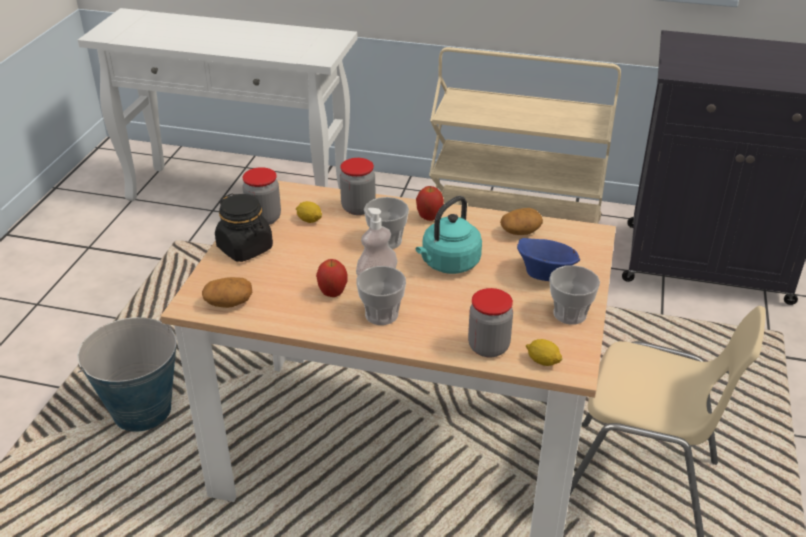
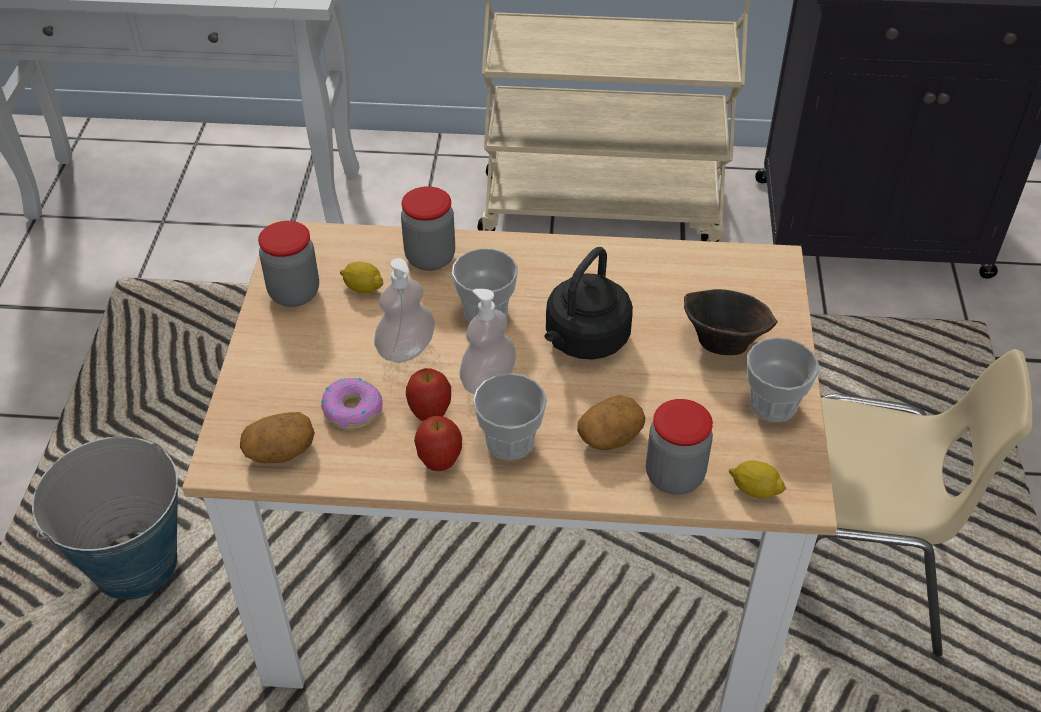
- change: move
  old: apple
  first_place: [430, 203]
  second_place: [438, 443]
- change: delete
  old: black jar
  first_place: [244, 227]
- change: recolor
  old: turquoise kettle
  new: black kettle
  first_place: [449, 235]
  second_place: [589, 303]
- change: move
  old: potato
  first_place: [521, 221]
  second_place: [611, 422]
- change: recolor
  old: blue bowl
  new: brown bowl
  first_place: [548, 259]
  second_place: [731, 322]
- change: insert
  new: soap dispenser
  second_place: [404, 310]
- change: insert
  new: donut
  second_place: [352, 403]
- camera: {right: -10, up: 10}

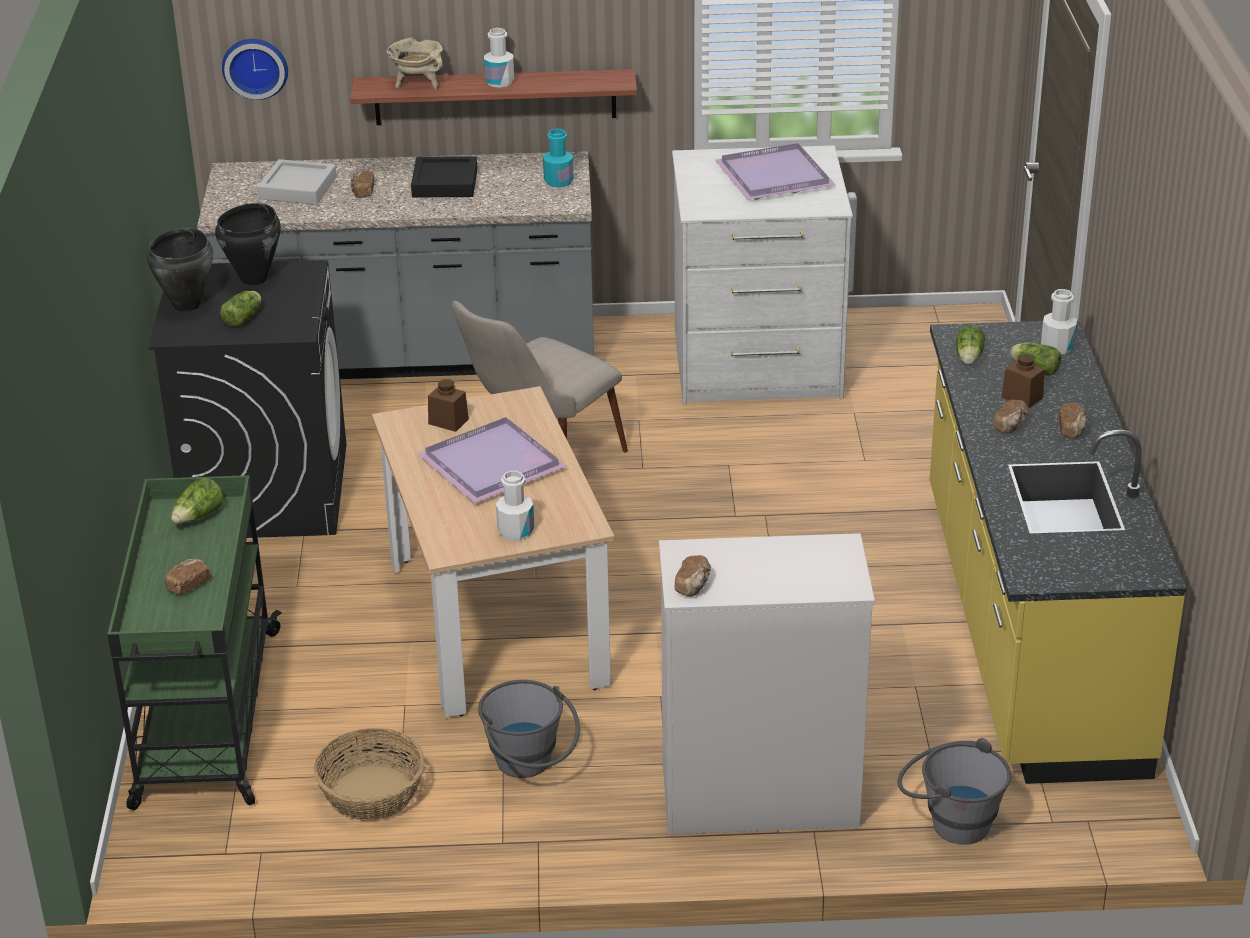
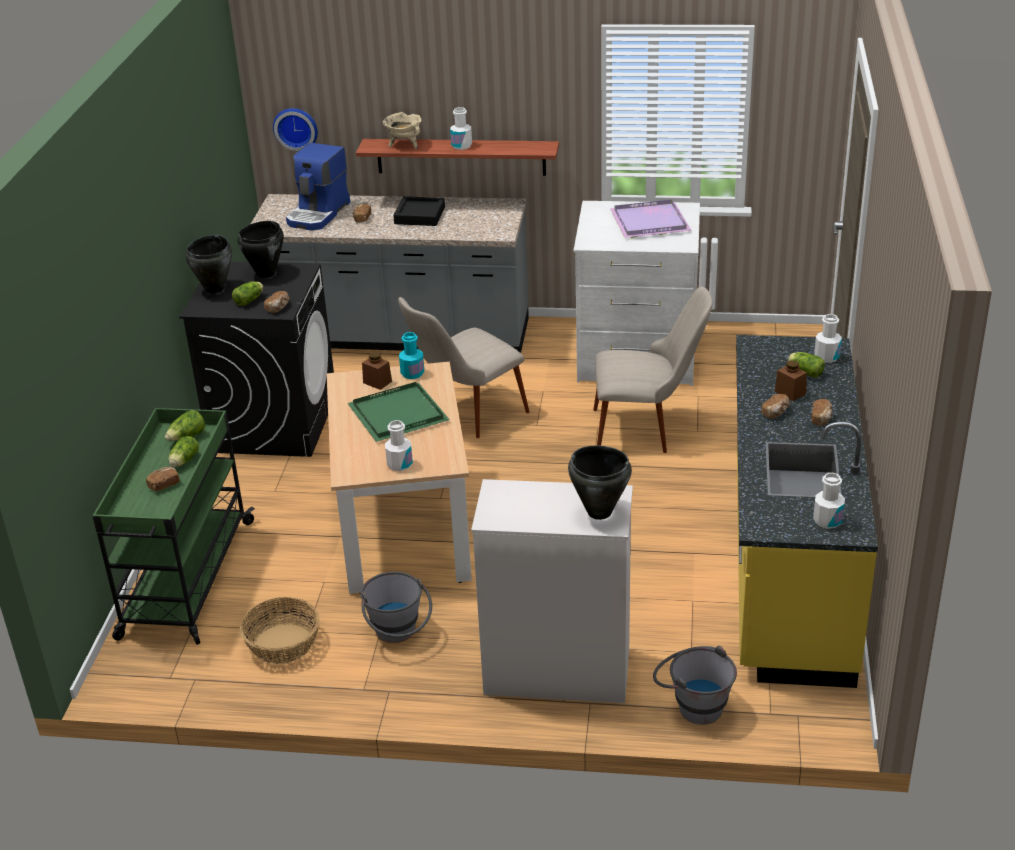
- change: move
  old: turquoise bottle
  first_place: [558, 158]
  second_place: [411, 355]
- change: replace
  old: grey tray
  new: coffee machine
  first_place: [297, 182]
  second_place: [318, 187]
- change: move
  old: lettuce
  first_place: [970, 345]
  second_place: [183, 451]
- change: recolor
  old: purple tray
  new: green tray
  first_place: [492, 460]
  second_place: [398, 412]
- change: move
  old: bread
  first_place: [692, 576]
  second_place: [276, 302]
- change: insert
  new: beige chair
  second_place: [652, 369]
- change: insert
  new: black cooking pot
  second_place: [600, 482]
- change: insert
  new: white bottle
  second_place: [829, 501]
- camera: {right: 10, up: 0}

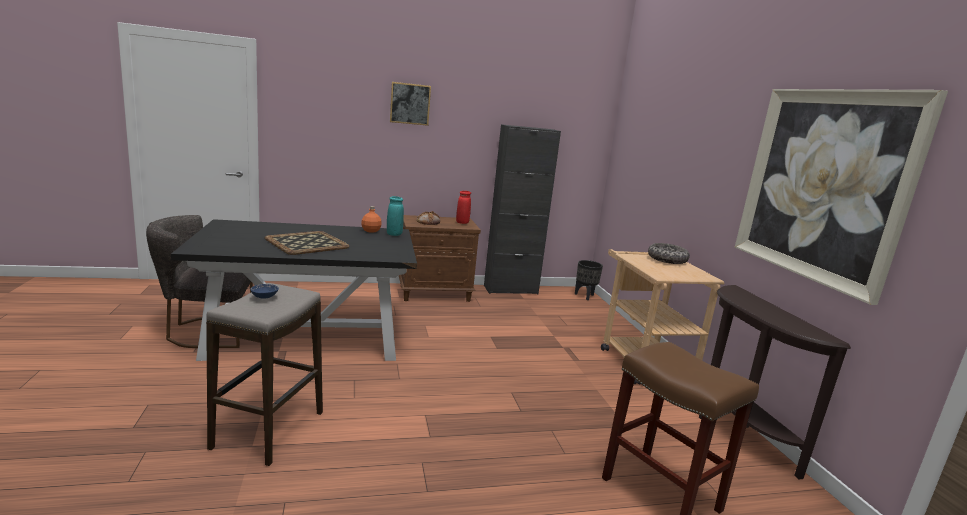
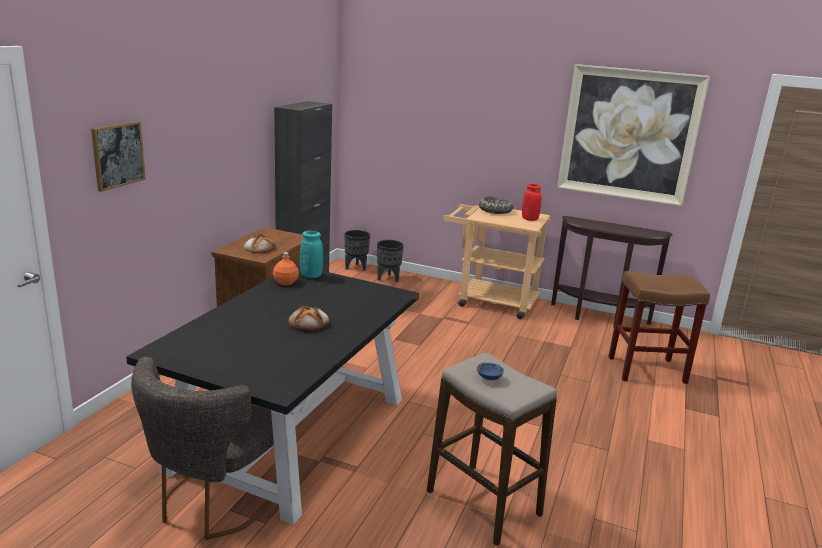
- change: move
  old: picture
  first_place: [410, 104]
  second_place: [118, 156]
- change: move
  old: red vase
  first_place: [463, 207]
  second_place: [532, 202]
- change: replace
  old: tray
  new: bread
  first_place: [306, 243]
  second_place: [308, 319]
- change: insert
  new: black planter
  second_place: [390, 261]
- camera: {right: -55, up: 5}

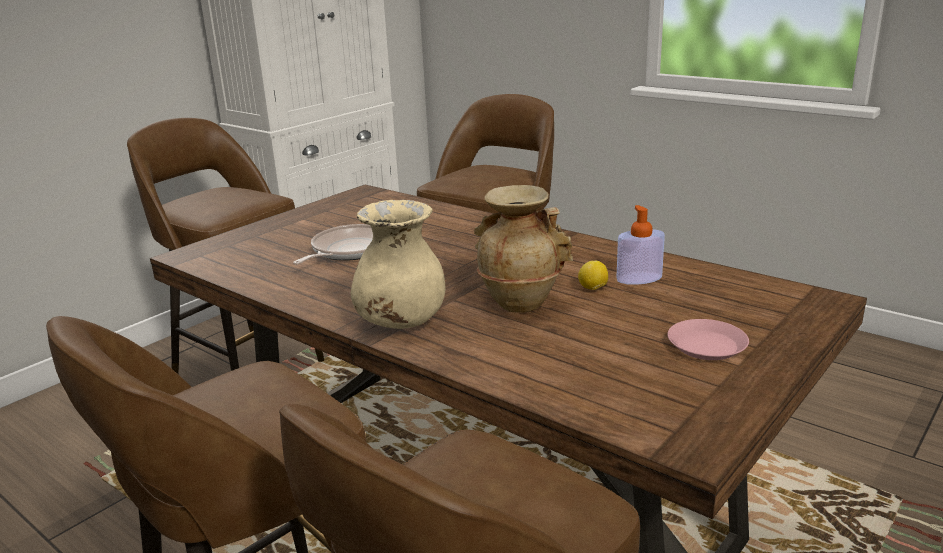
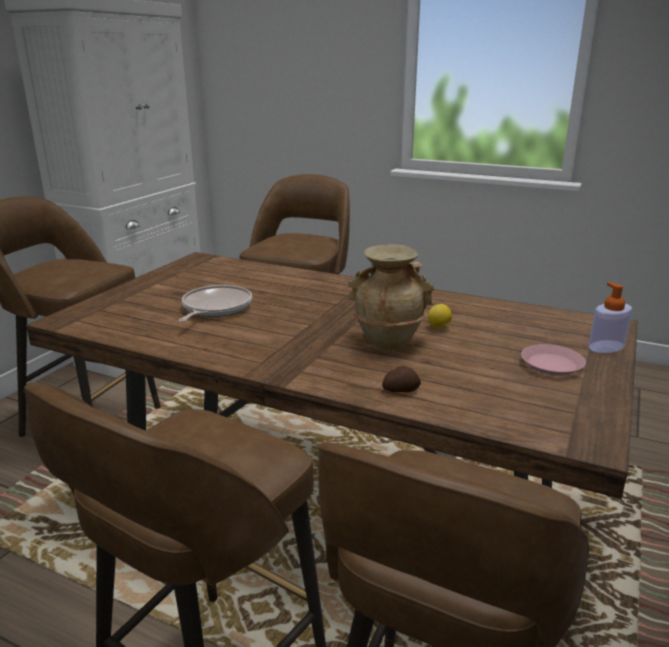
- change: delete
  old: beige vase
  first_place: [398, 264]
- change: move
  old: soap dispenser
  first_place: [640, 245]
  second_place: [610, 317]
- change: insert
  new: potato
  second_place: [401, 379]
- camera: {right: -15, up: 0}

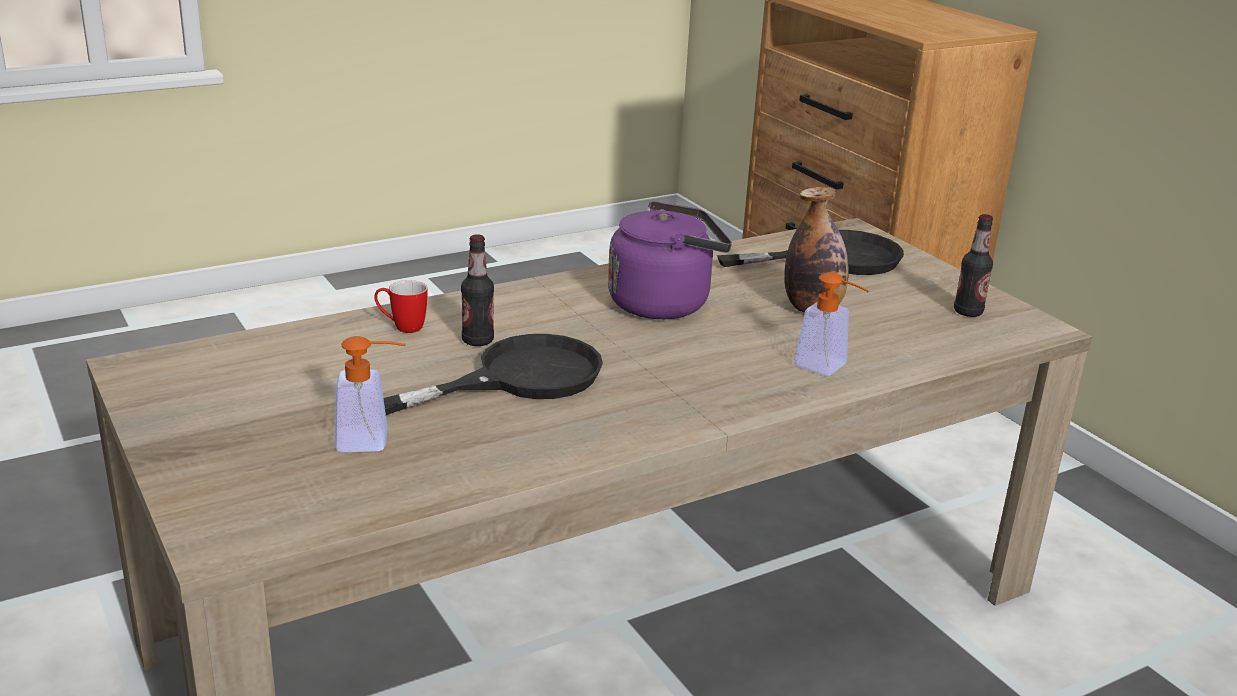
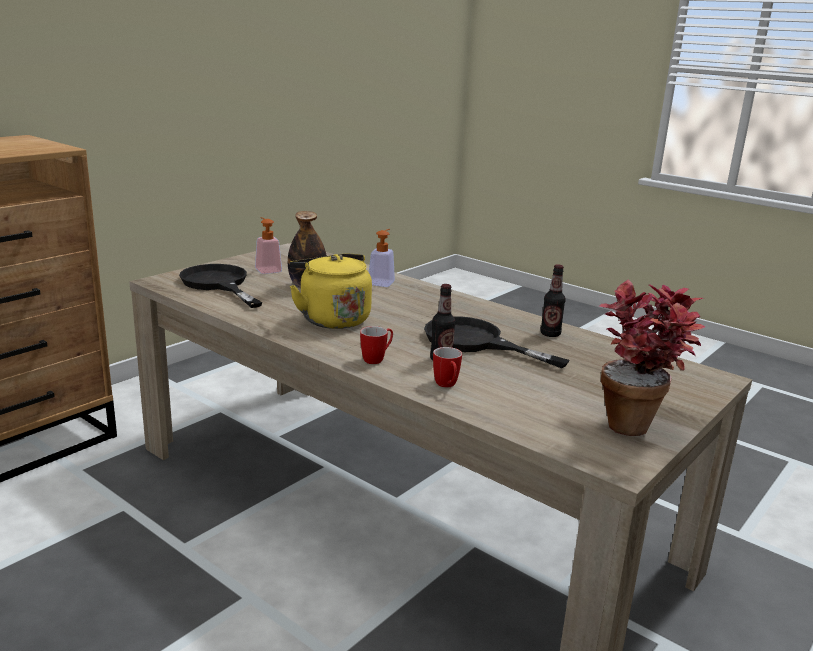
- change: recolor
  old: purple kettle
  new: yellow kettle
  first_place: [670, 260]
  second_place: [331, 291]
- change: move
  old: bottle
  first_place: [973, 265]
  second_place: [553, 300]
- change: move
  old: soap dispenser
  first_place: [370, 394]
  second_place: [268, 245]
- change: insert
  new: potted plant
  second_place: [652, 358]
- change: insert
  new: mug
  second_place: [376, 345]
- camera: {right: -110, up: -5}

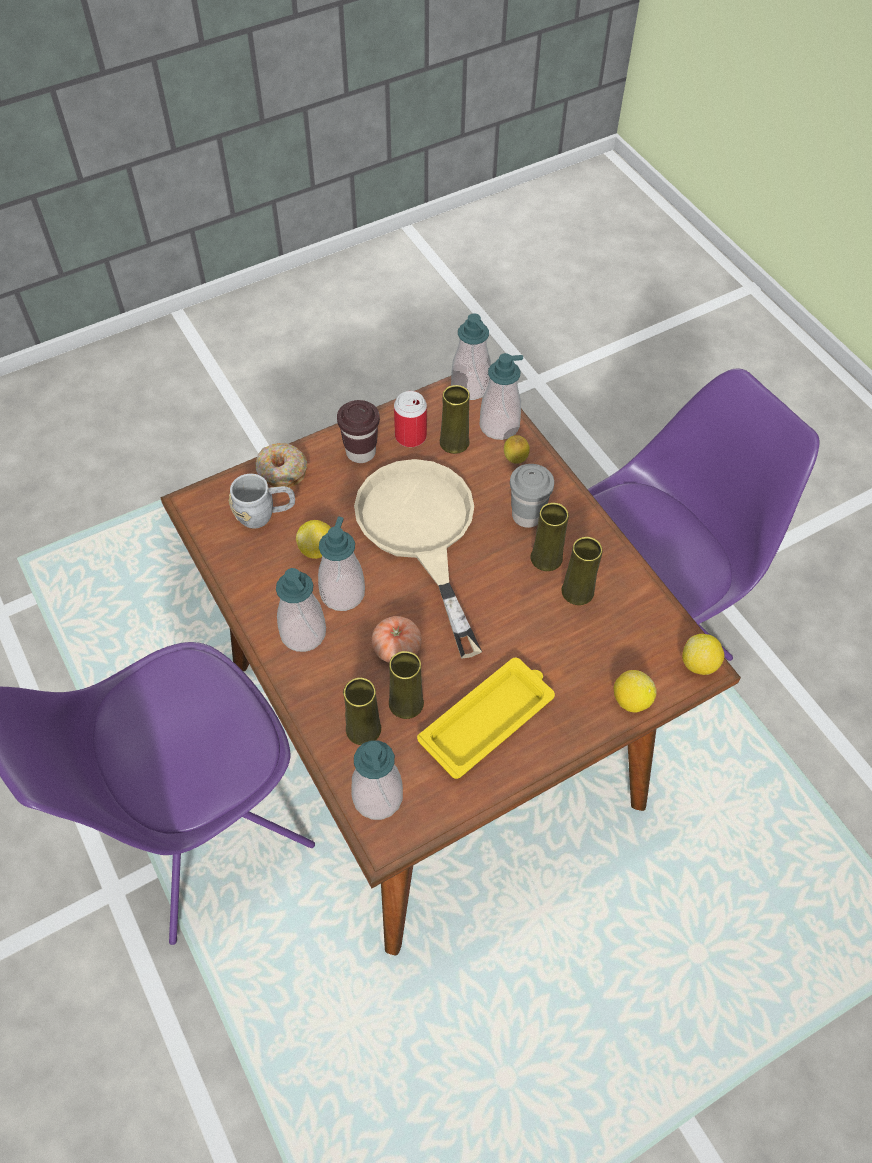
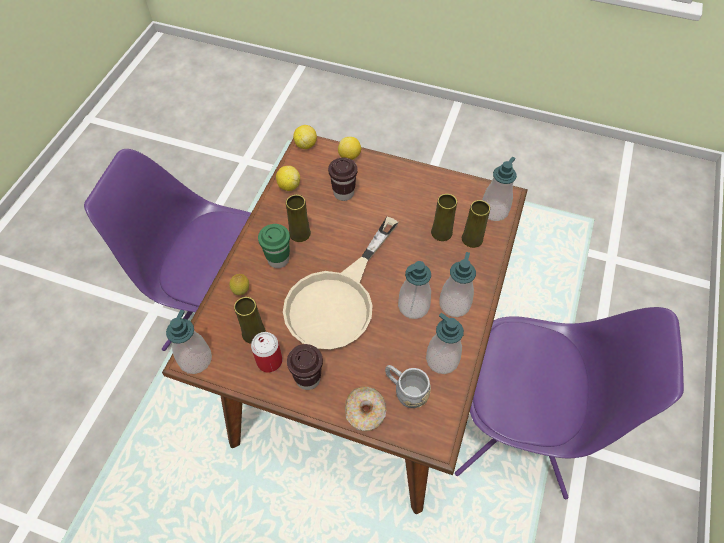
- change: move
  old: soap dispenser
  first_place: [501, 396]
  second_place: [445, 343]
- change: recolor
  old: grey cup
  new: green cup
  first_place: [532, 496]
  second_place: [274, 246]
- change: move
  old: lemon
  first_place: [313, 539]
  second_place: [288, 178]
- change: delete
  old: yellow vase
  first_place: [582, 571]
- change: delete
  old: tomato
  first_place: [396, 639]
- change: delete
  old: yellow tray
  first_place: [486, 718]
- change: insert
  new: brown cup
  second_place: [343, 179]
- camera: {right: -130, up: 0}

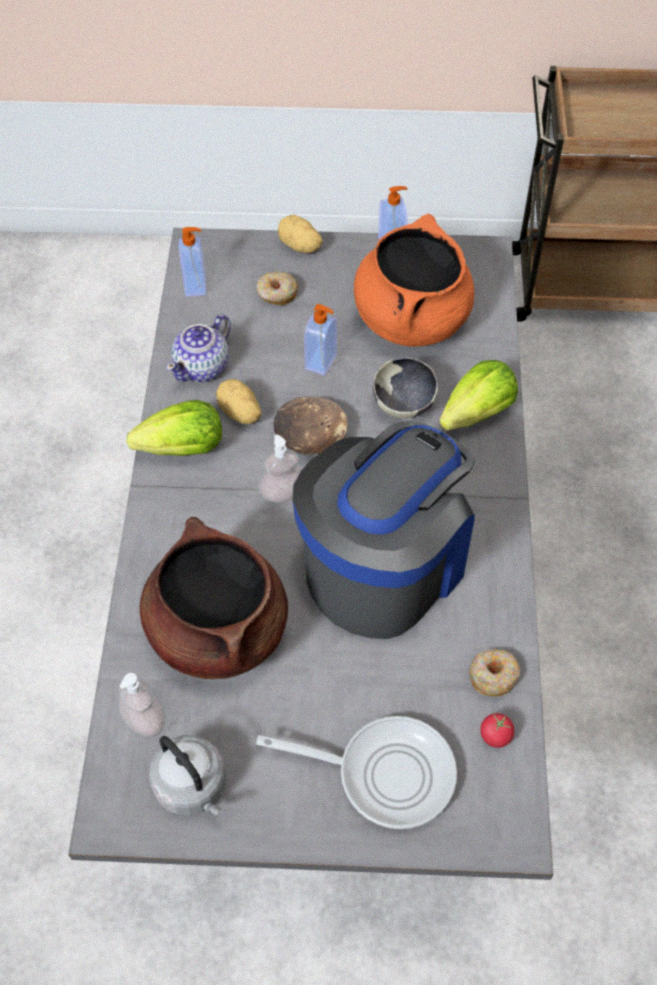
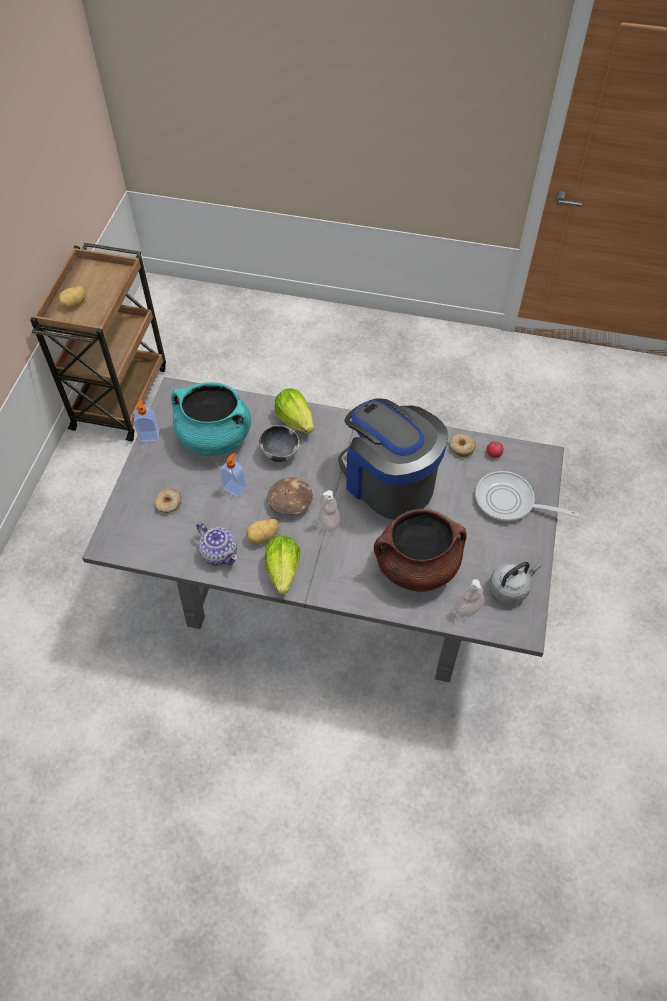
- change: recolor
  old: orange cooking pot
  new: turquoise cooking pot
  first_place: [414, 280]
  second_place: [211, 419]
- change: move
  old: potato
  first_place: [300, 234]
  second_place: [72, 297]
- change: delete
  old: soap dispenser
  first_place: [192, 262]
- change: rotate
  old: frying pan
  first_place: [356, 772]
  second_place: [527, 496]
  degrees: -90
- camera: {right: -80, up: 0}

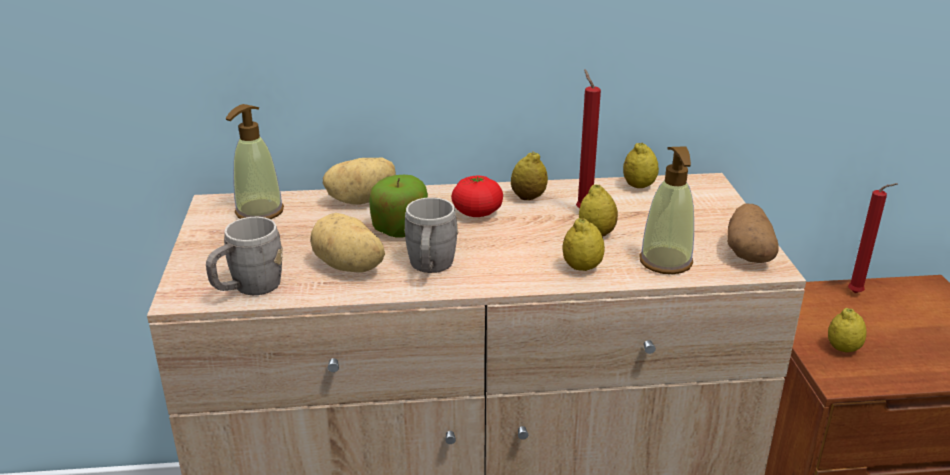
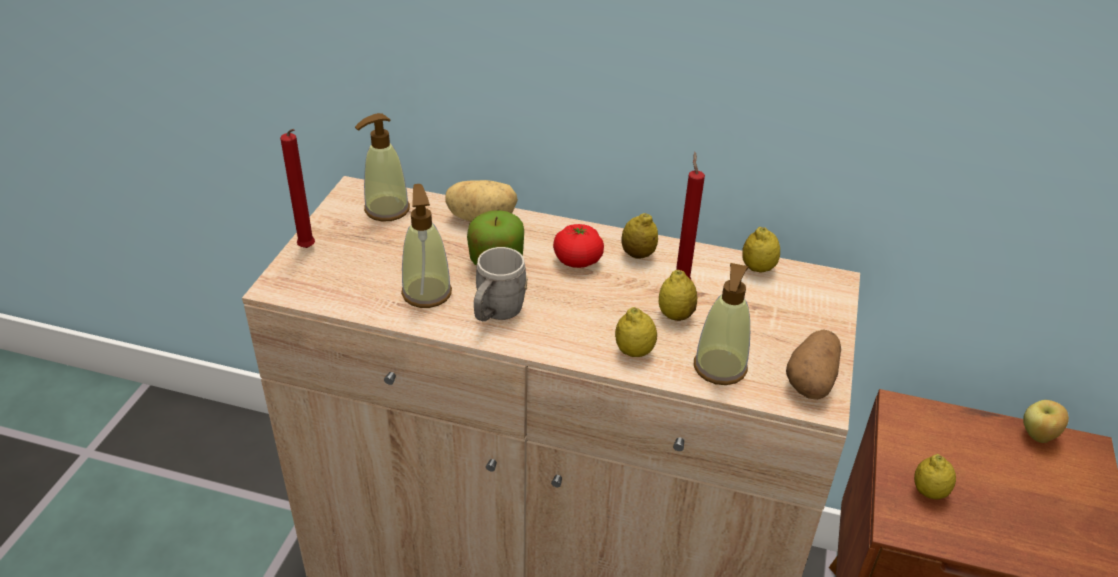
- change: move
  old: red candle
  first_place: [873, 238]
  second_place: [297, 188]
- change: replace
  old: potato
  new: soap dispenser
  first_place: [347, 242]
  second_place: [426, 246]
- change: delete
  old: grey mug
  first_place: [244, 256]
- change: insert
  new: apple
  second_place: [1046, 421]
- camera: {right: 20, up: 10}

